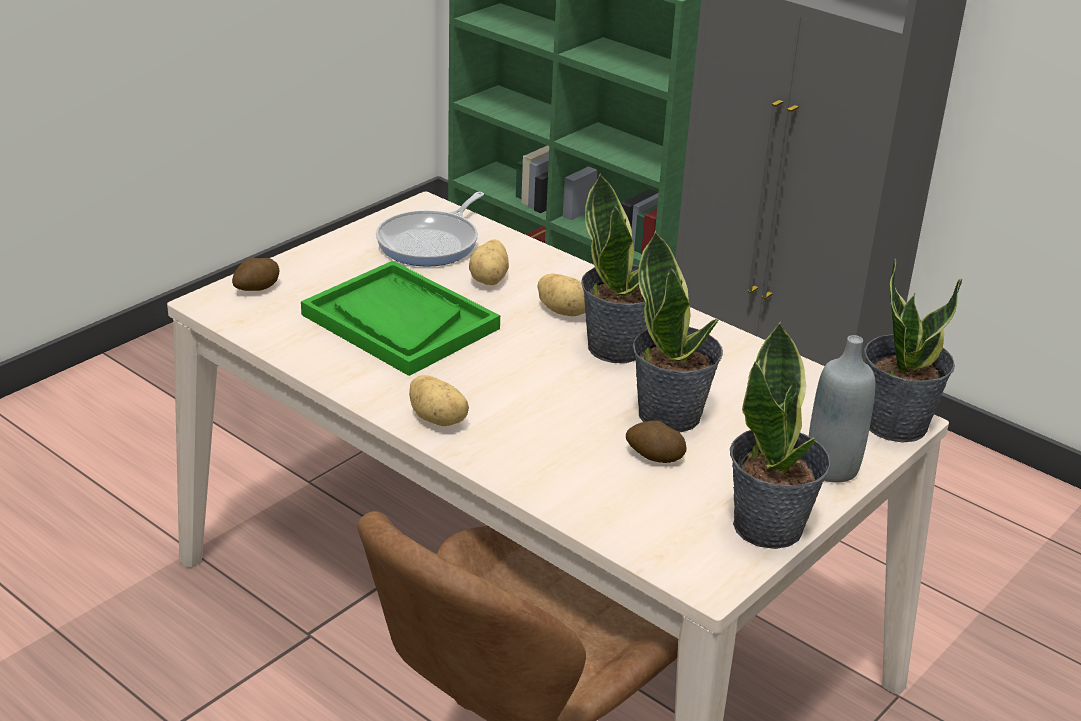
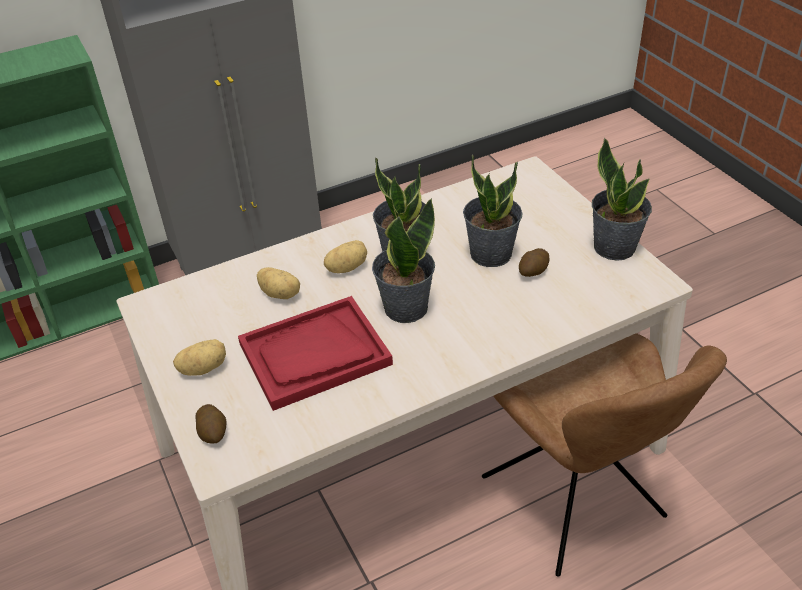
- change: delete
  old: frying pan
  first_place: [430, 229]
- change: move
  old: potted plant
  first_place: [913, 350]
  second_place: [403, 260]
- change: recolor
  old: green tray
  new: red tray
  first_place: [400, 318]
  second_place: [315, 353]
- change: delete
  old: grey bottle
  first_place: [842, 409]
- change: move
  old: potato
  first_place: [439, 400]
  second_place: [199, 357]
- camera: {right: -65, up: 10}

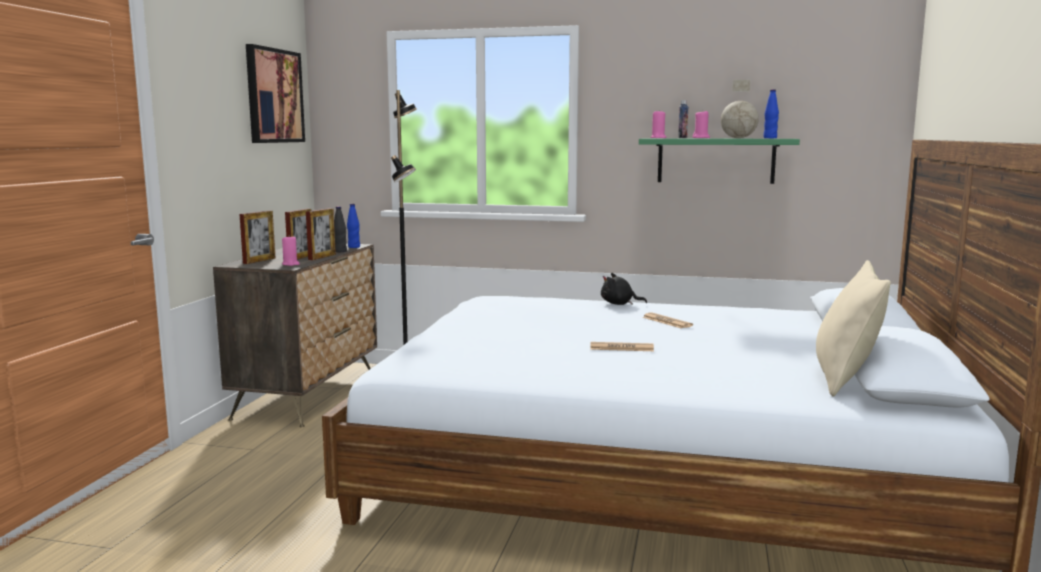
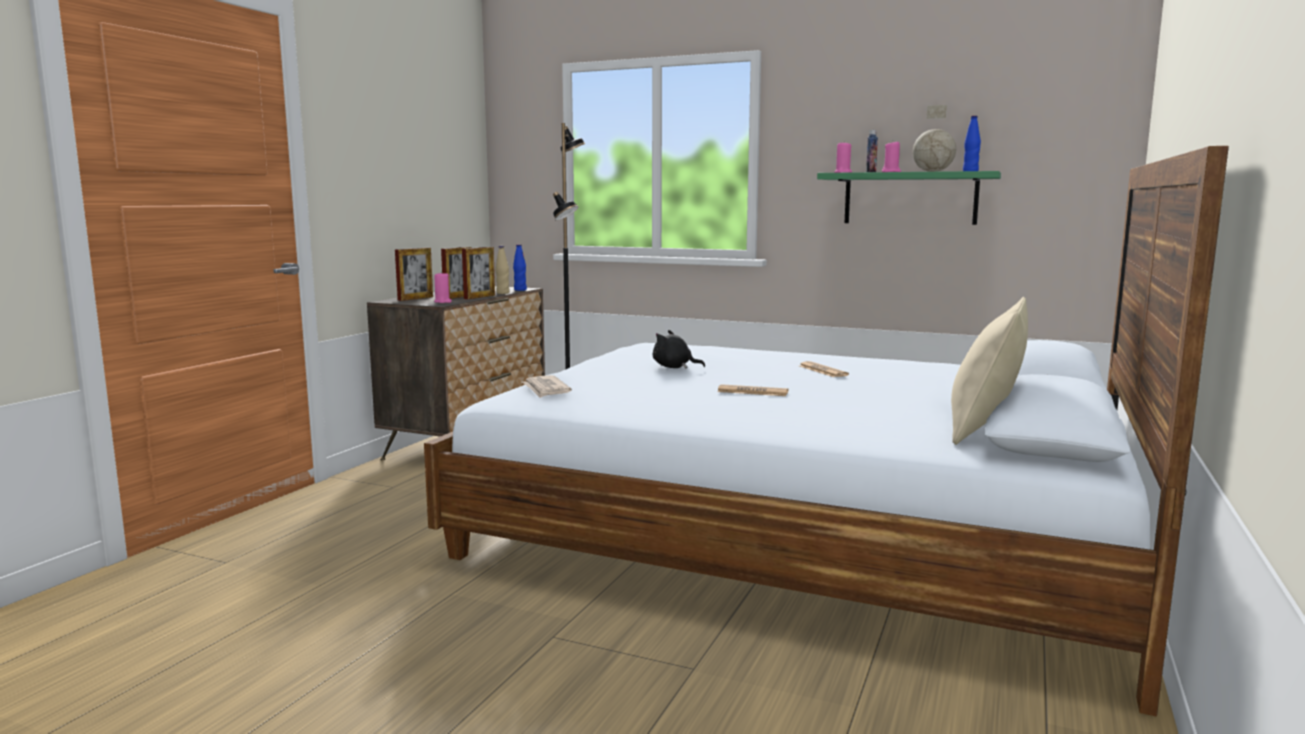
- change: delete
  old: picture
  first_place: [275, 93]
- change: recolor
  old: black bottle
  new: beige bottle
  first_place: [340, 229]
  second_place: [502, 270]
- change: move
  old: black plush toy
  first_place: [624, 289]
  second_place: [679, 349]
- change: insert
  new: newspaper
  second_place: [547, 386]
- camera: {right: 10, up: 0}

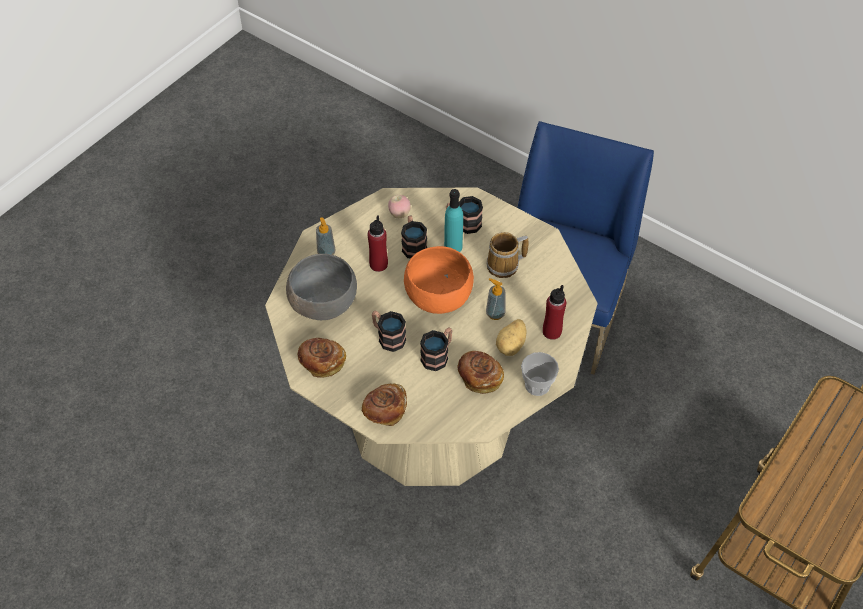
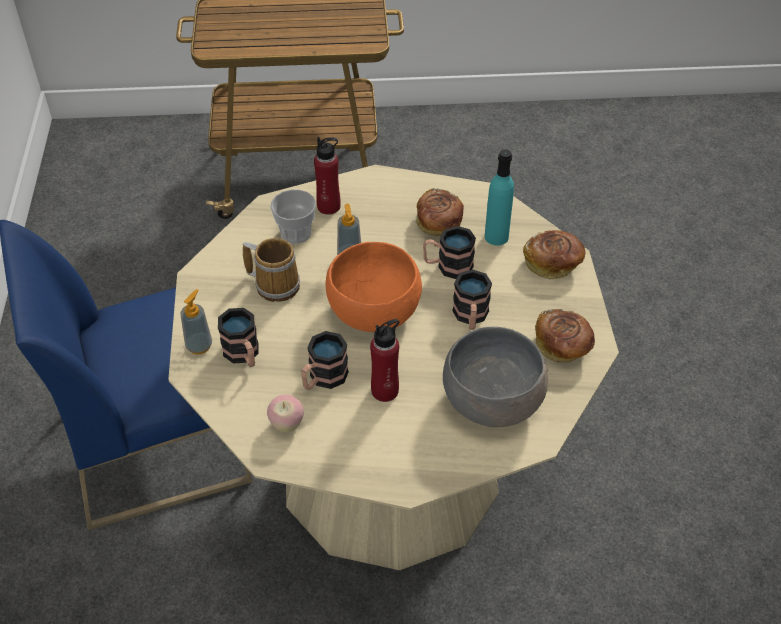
- change: move
  old: turquoise bottle
  first_place: [453, 220]
  second_place: [499, 197]
- change: move
  old: soap dispenser
  first_place: [326, 236]
  second_place: [196, 321]
- change: delete
  old: potato
  first_place: [511, 337]
- change: move
  old: cup
  first_place: [540, 374]
  second_place: [293, 217]
- camera: {right: -130, up: -5}

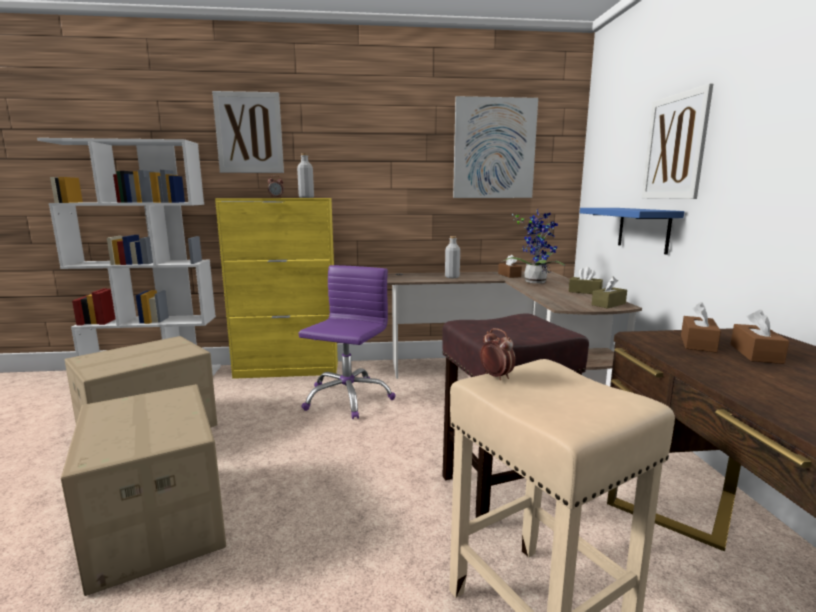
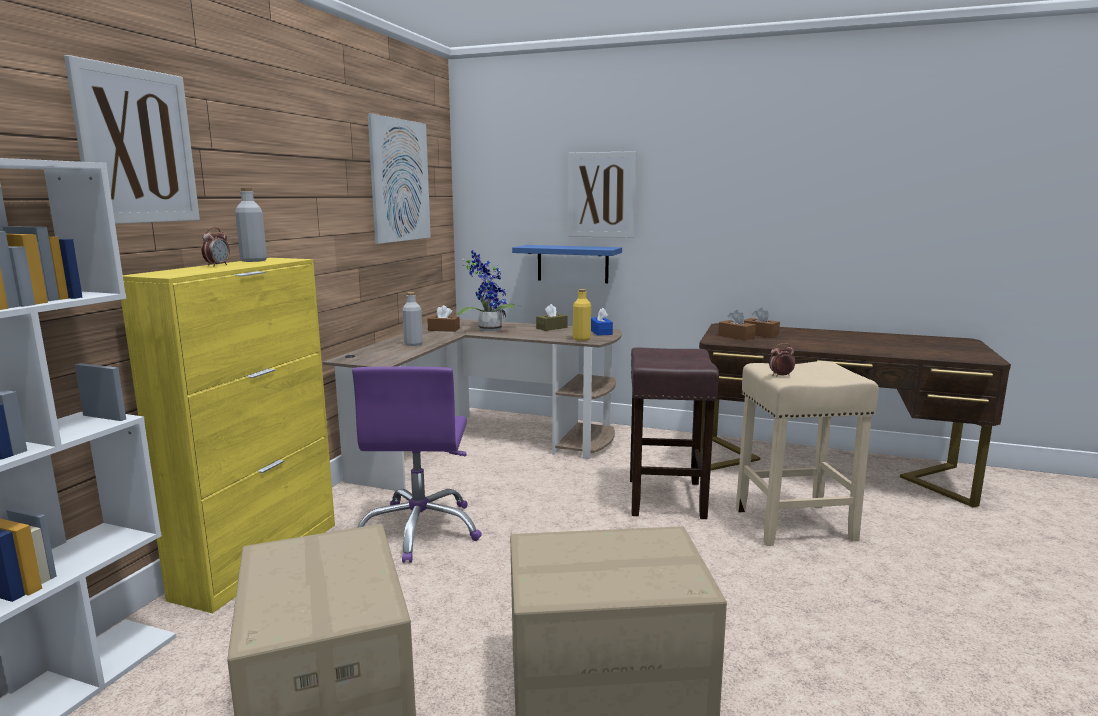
- change: rotate
  old: purple office chair
  first_place: [347, 342]
  second_place: [417, 465]
  degrees: -135
- change: recolor
  old: brown tissue box
  new: blue tissue box
  first_place: [609, 293]
  second_place: [602, 322]
- change: insert
  new: yellow bottle
  second_place: [582, 315]
- camera: {right: -65, up: 0}

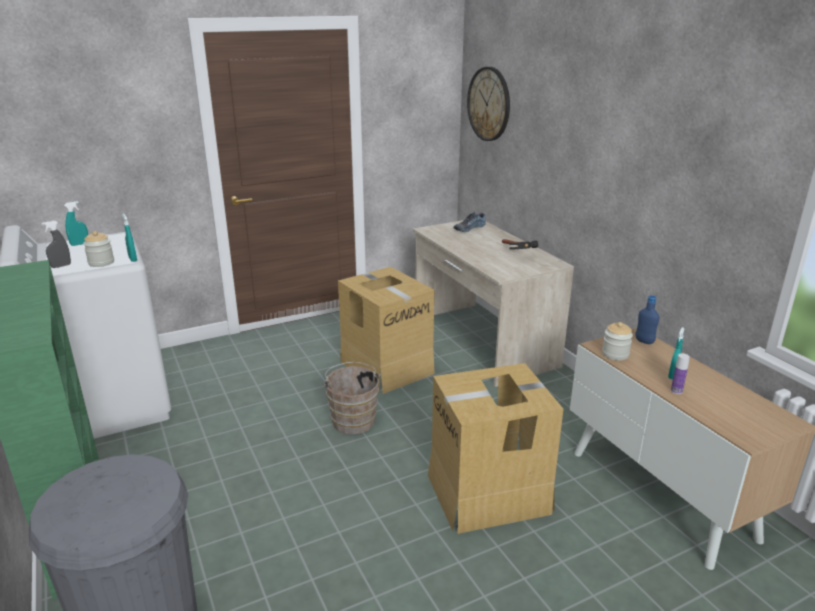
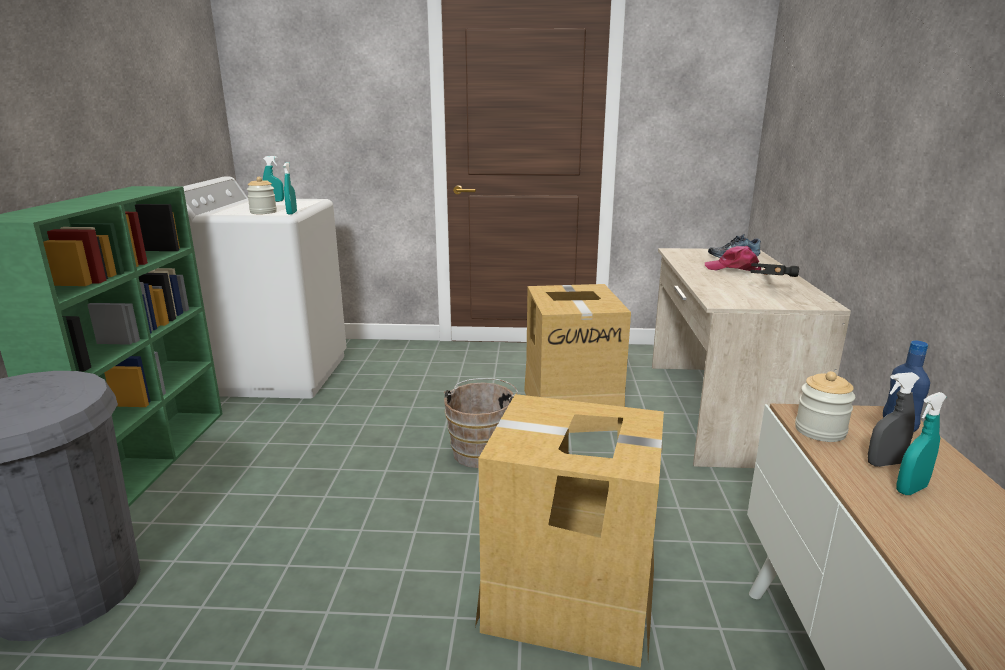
- change: delete
  old: wall clock
  first_place: [488, 104]
- change: move
  old: grey spray bottle
  first_place: [56, 244]
  second_place: [894, 419]
- change: delete
  old: bottle
  first_place: [680, 373]
- change: insert
  new: pink cap
  second_place: [733, 258]
- camera: {right: 30, up: -5}

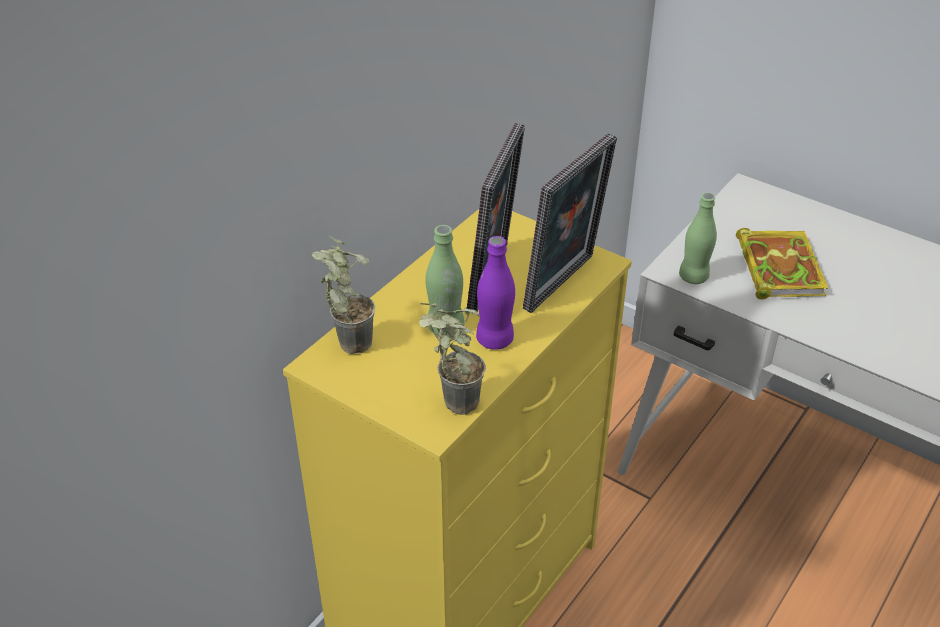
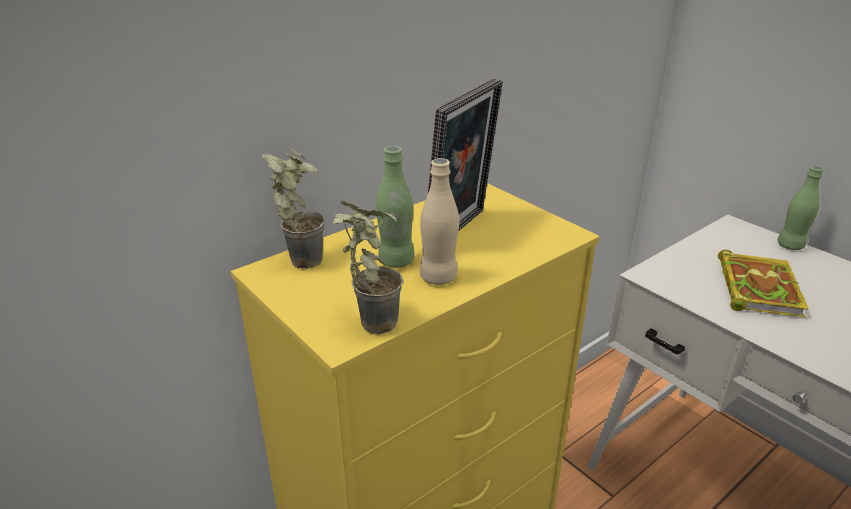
- change: delete
  old: picture frame
  first_place: [570, 223]
- change: move
  old: green bottle
  first_place: [698, 238]
  second_place: [800, 208]
- change: recolor
  old: purple bottle
  new: beige bottle
  first_place: [495, 293]
  second_place: [439, 221]
- camera: {right: 15, up: -10}

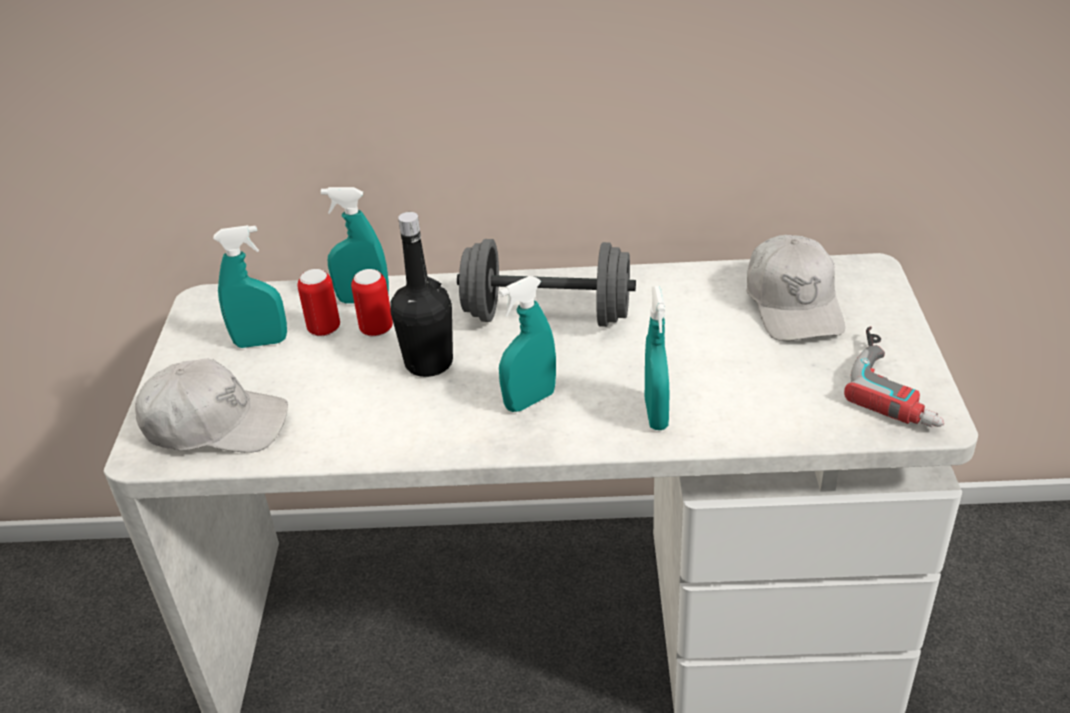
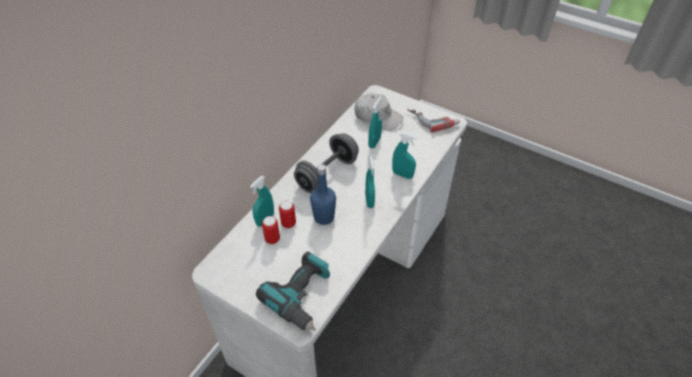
- change: recolor
  old: black bottle
  new: blue bottle
  first_place: [421, 294]
  second_place: [323, 194]
- change: move
  old: turquoise spray bottle
  first_place: [250, 286]
  second_place: [375, 122]
- change: replace
  old: white cap
  new: power drill
  first_place: [211, 405]
  second_place: [293, 291]
- camera: {right: -60, up: 10}

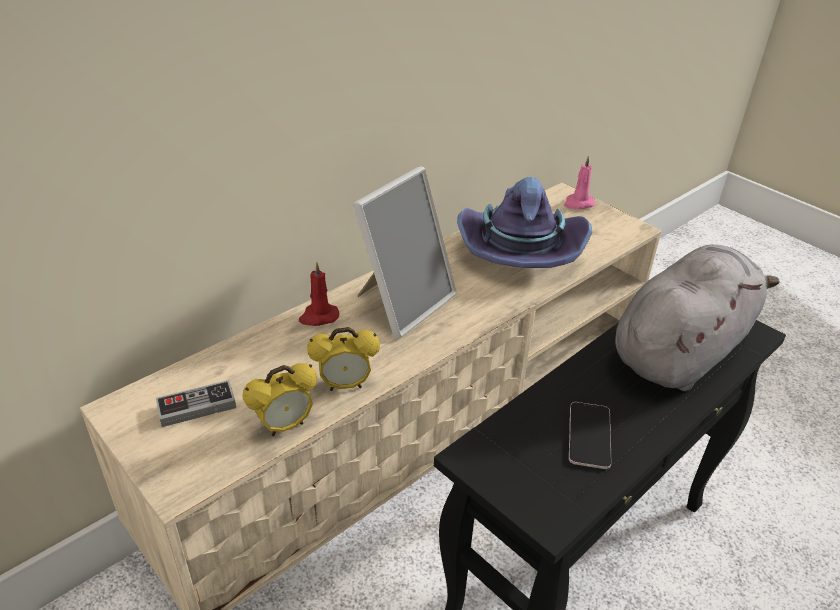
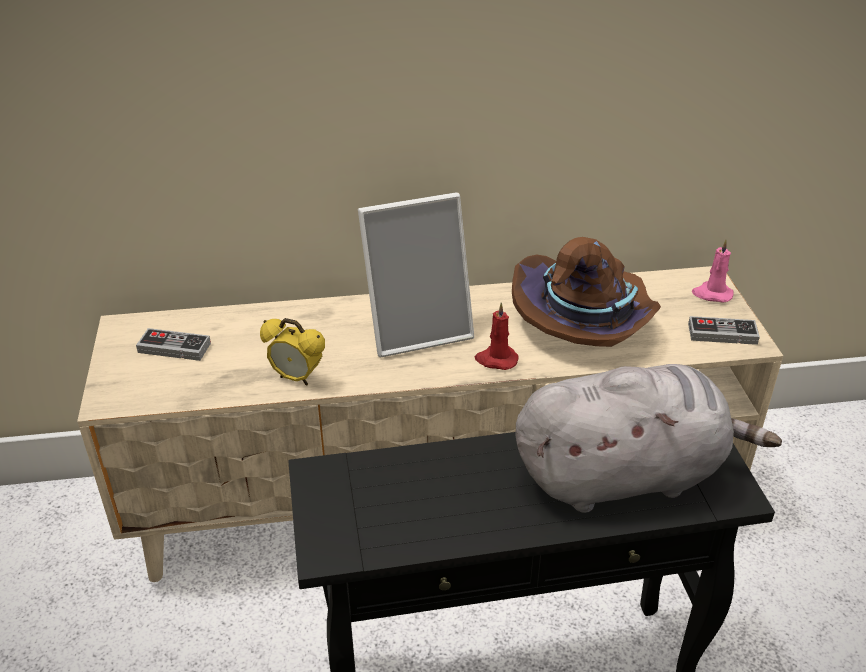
- change: recolor
  old: purple hat
  new: brown hat
  first_place: [525, 222]
  second_place: [586, 292]
- change: move
  old: red candle
  first_place: [319, 294]
  second_place: [497, 336]
- change: delete
  old: alarm clock
  first_place: [280, 399]
- change: delete
  old: phone
  first_place: [590, 435]
- change: insert
  new: game controller
  second_place: [724, 330]
- camera: {right: 35, up: 0}

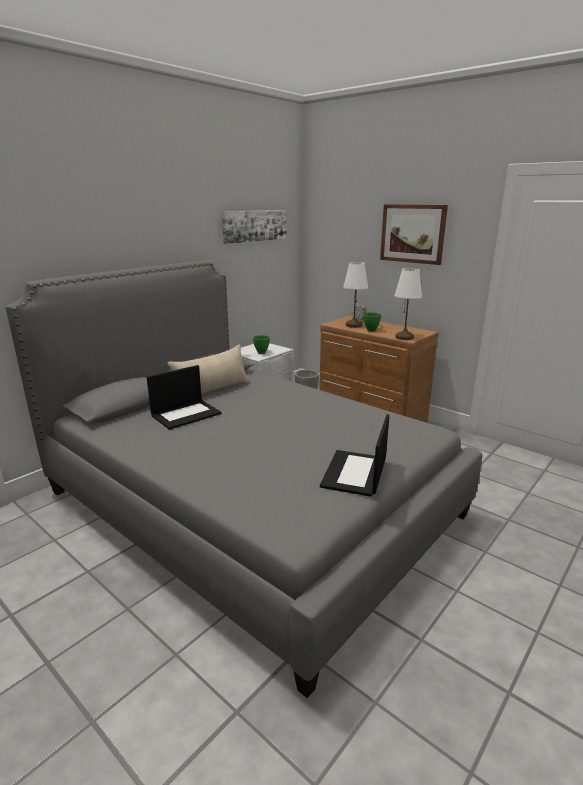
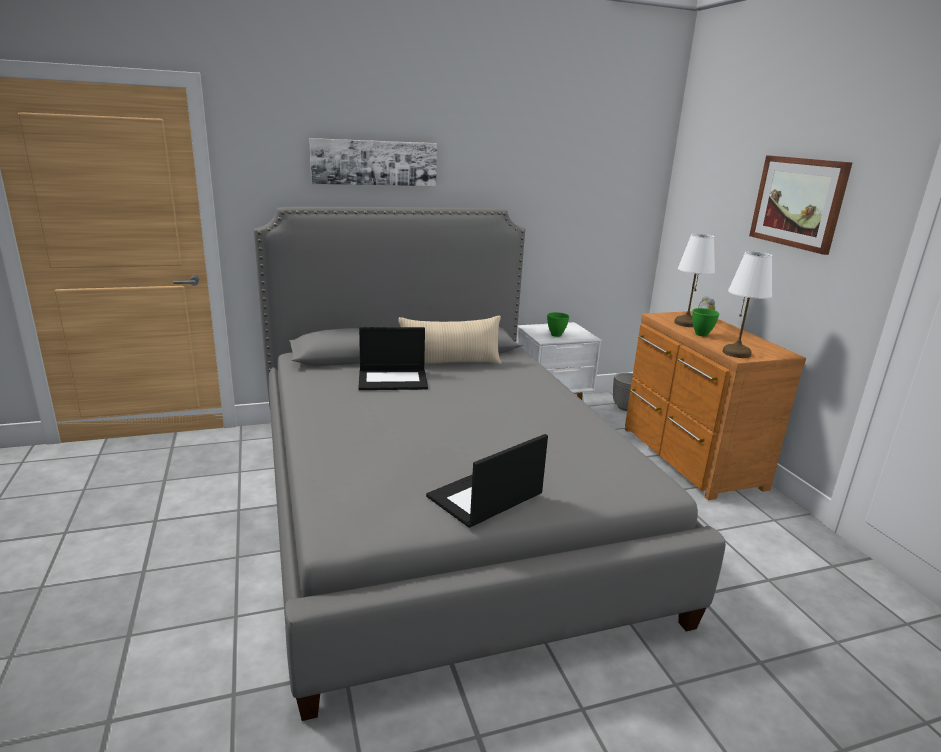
- change: move
  old: picture
  first_place: [254, 227]
  second_place: [373, 162]
- camera: {right: 30, up: 0}

